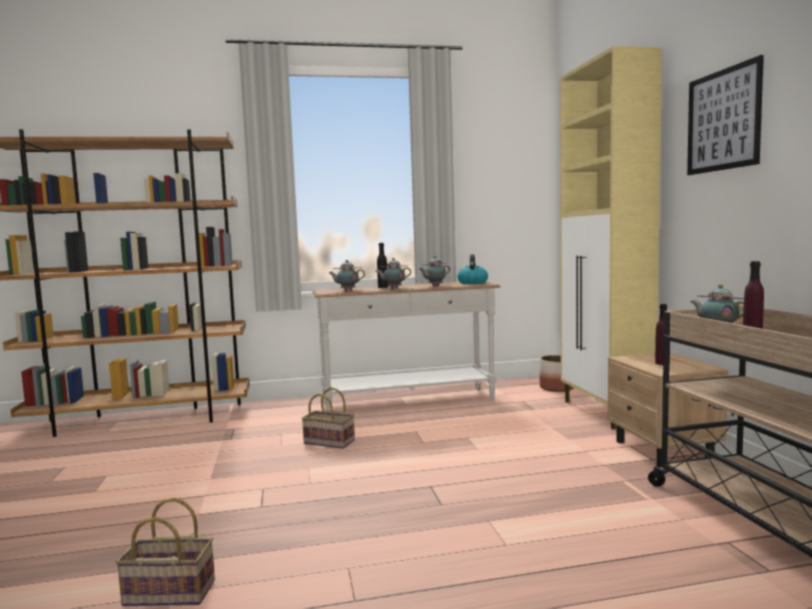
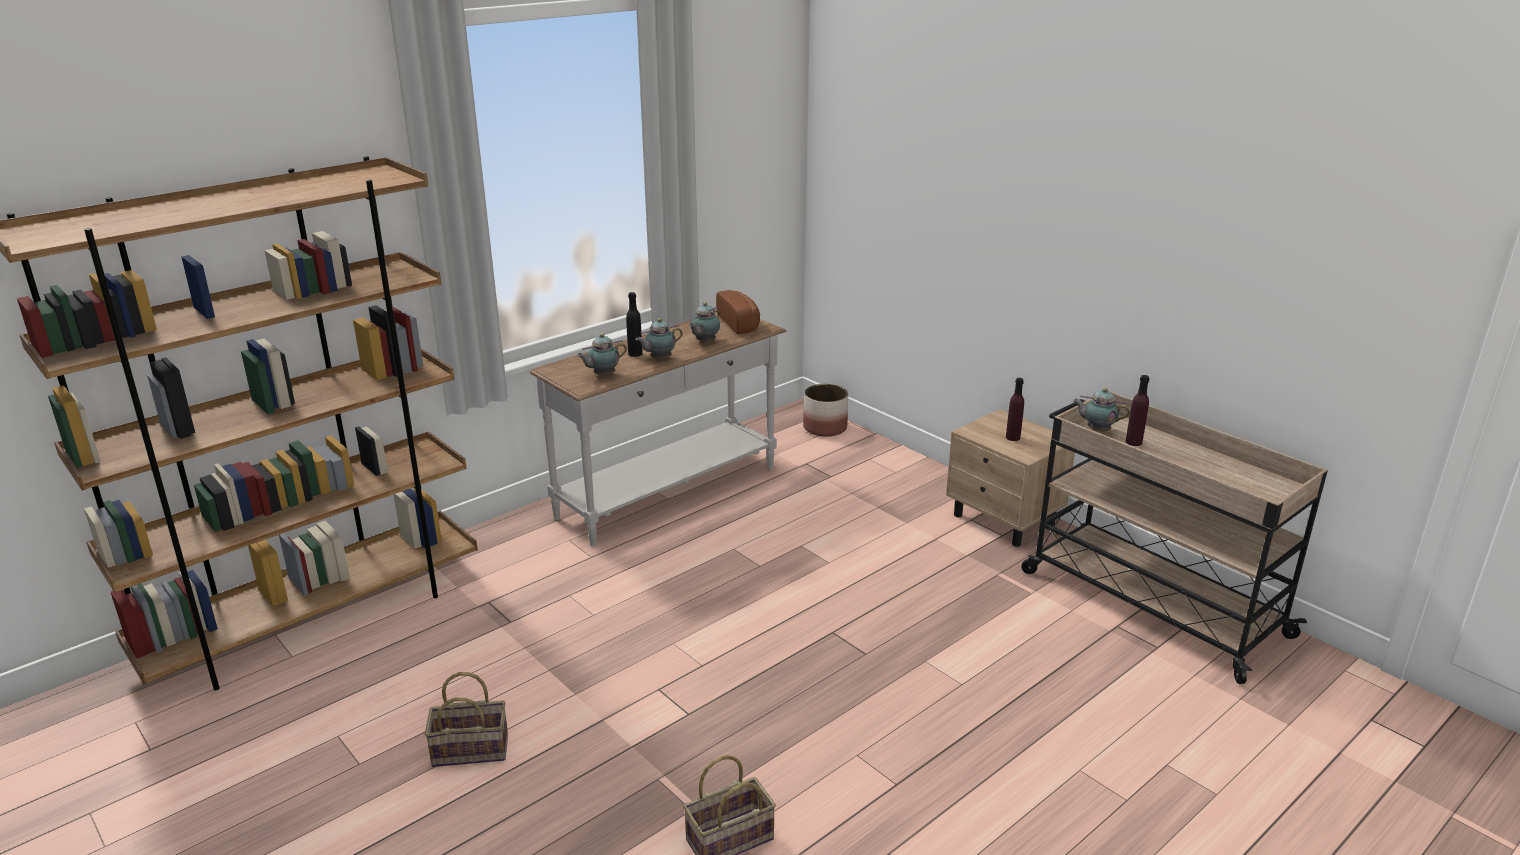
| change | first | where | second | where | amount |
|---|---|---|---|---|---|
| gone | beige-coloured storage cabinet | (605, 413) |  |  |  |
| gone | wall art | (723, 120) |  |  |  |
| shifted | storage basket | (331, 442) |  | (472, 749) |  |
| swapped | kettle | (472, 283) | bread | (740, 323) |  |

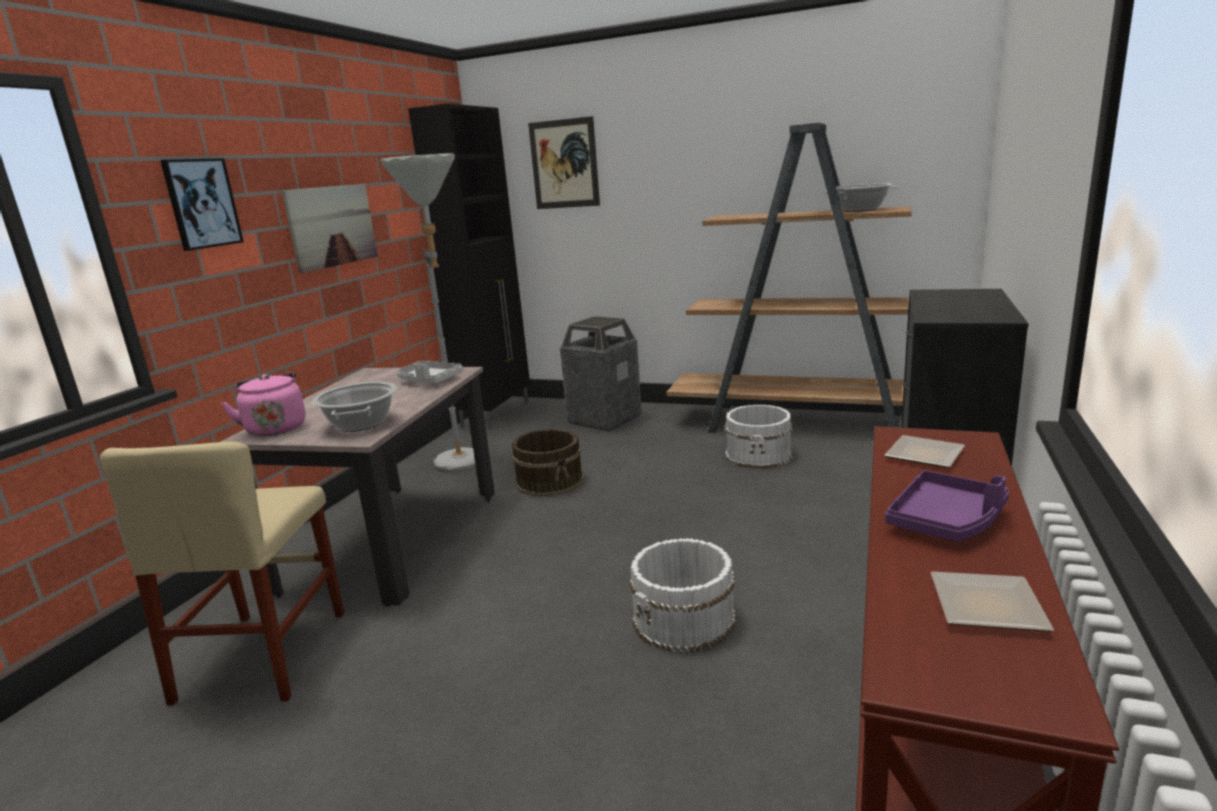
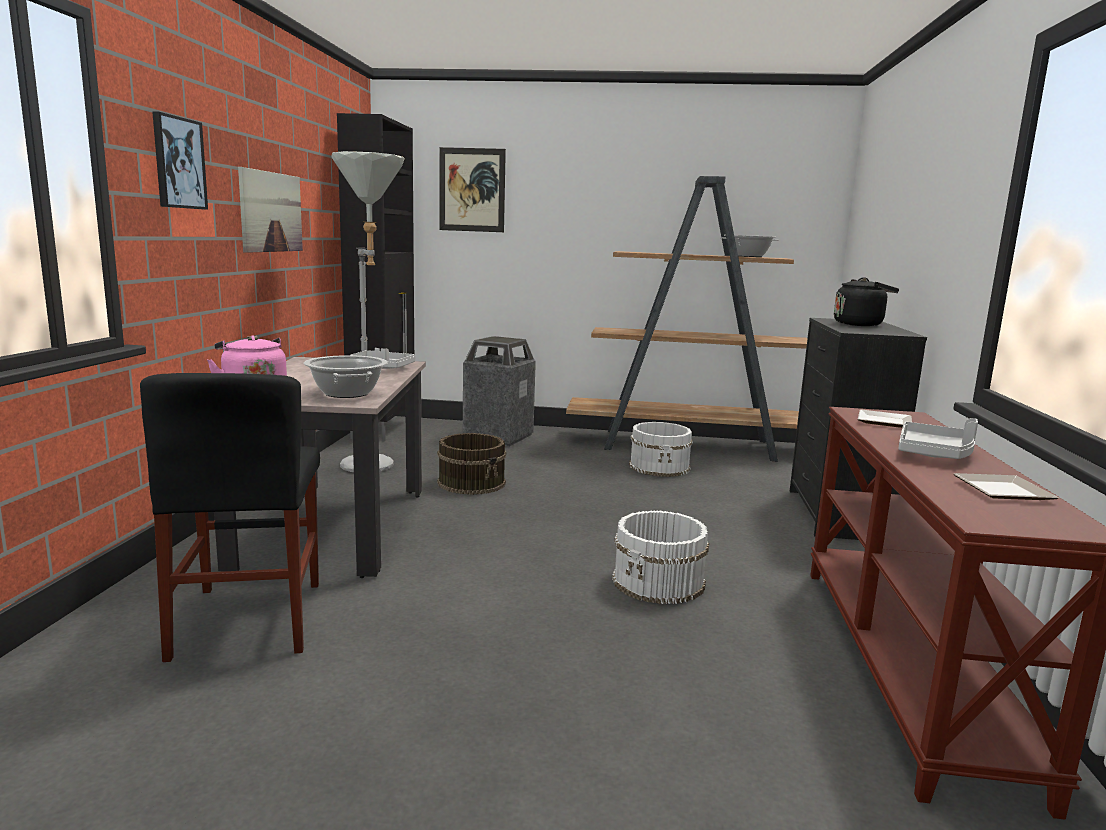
| change | first | where | second | where | amount |
|---|---|---|---|---|---|
| new |  |  | black kettle | (860, 324) |  |
| repainted | beige-coloured upright chair | (263, 655) | black upright chair | (249, 619) |  |
| repainted | purple-coloured carrying tray | (946, 521) | gray carrying tray | (934, 453) |  |

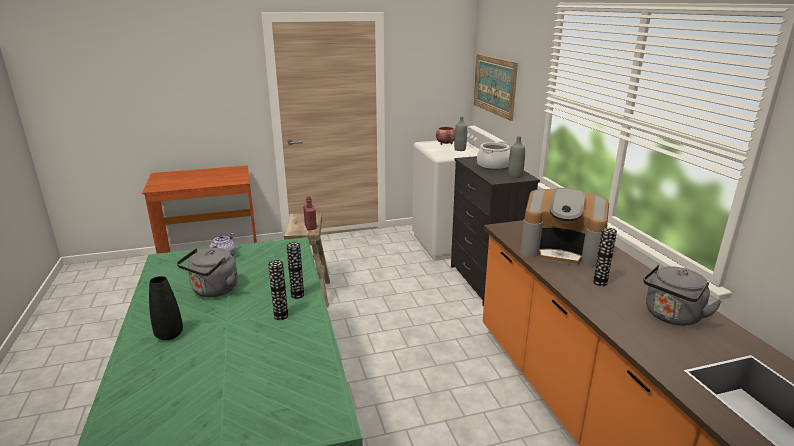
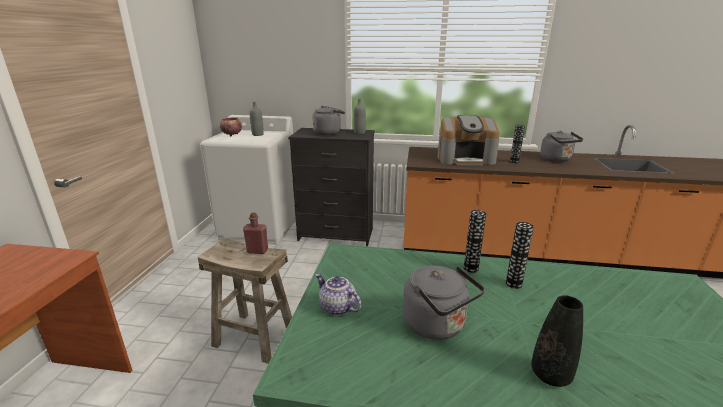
| change | first | where | second | where | amount |
|---|---|---|---|---|---|
| gone | wall art | (494, 85) |  |  |  |
| swapped | stockpot | (493, 166) | gray kettle | (328, 132) |  |
| rotated | coffee maker | (561, 250) |  | (465, 159) | 45 degrees clockwise |

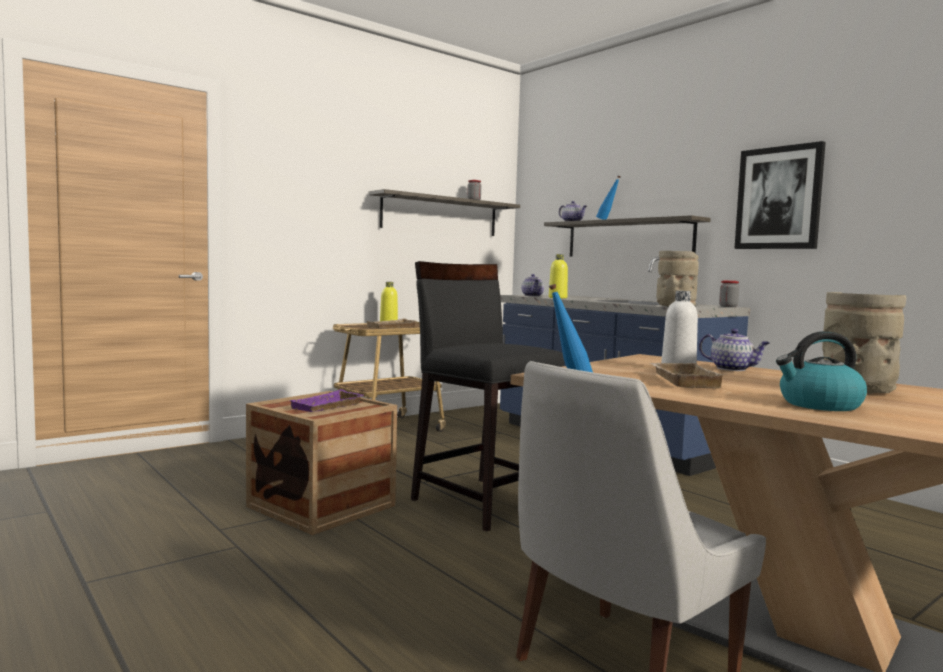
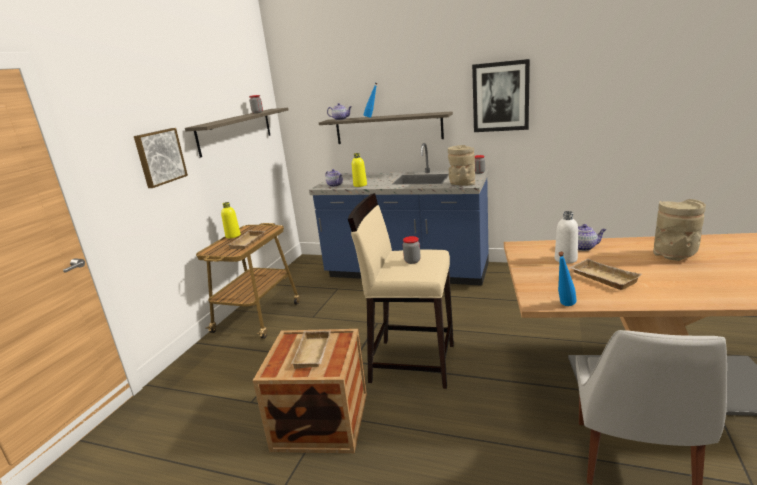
| change | first | where | second | where | amount |
|---|---|---|---|---|---|
| gone | kettle | (819, 405) |  |  |  |
| new |  |  | wall art | (160, 157) |  |
| new |  |  | jar | (412, 261) |  |
| repainted | purple-coloured carrying tray | (327, 407) | beige-coloured carrying tray | (314, 353) |  |
| repainted | black sitting stool | (483, 502) | beige-coloured sitting stool | (411, 362) |  |

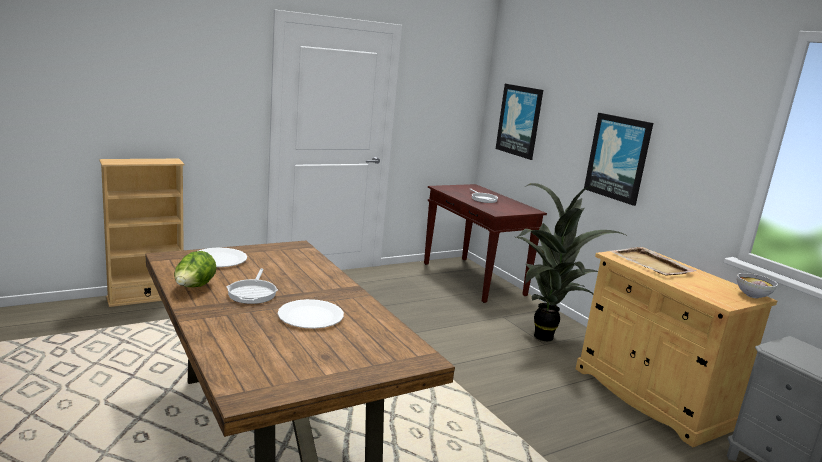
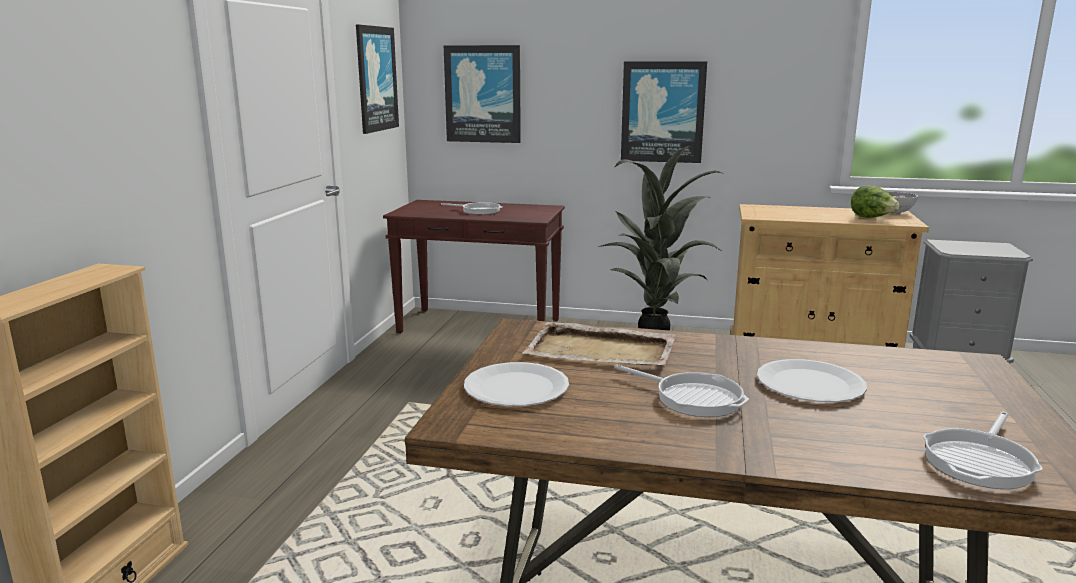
| change | first | where | second | where | amount |
|---|---|---|---|---|---|
| new |  |  | wall art | (376, 79) |  |
| new |  |  | frying pan | (980, 461) |  |
| shifted | lettuce | (194, 287) |  | (872, 218) |  |
| shifted | beige-coloured carrying tray | (651, 264) |  | (602, 350) |  |

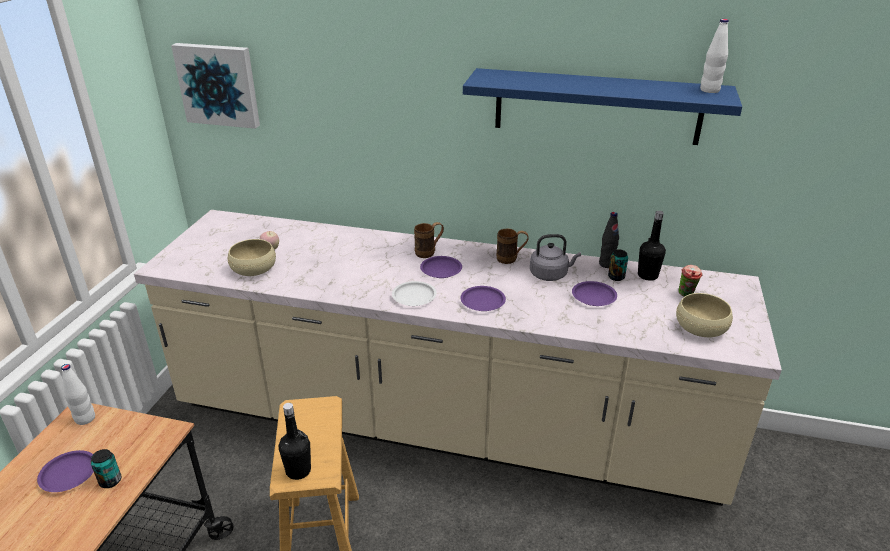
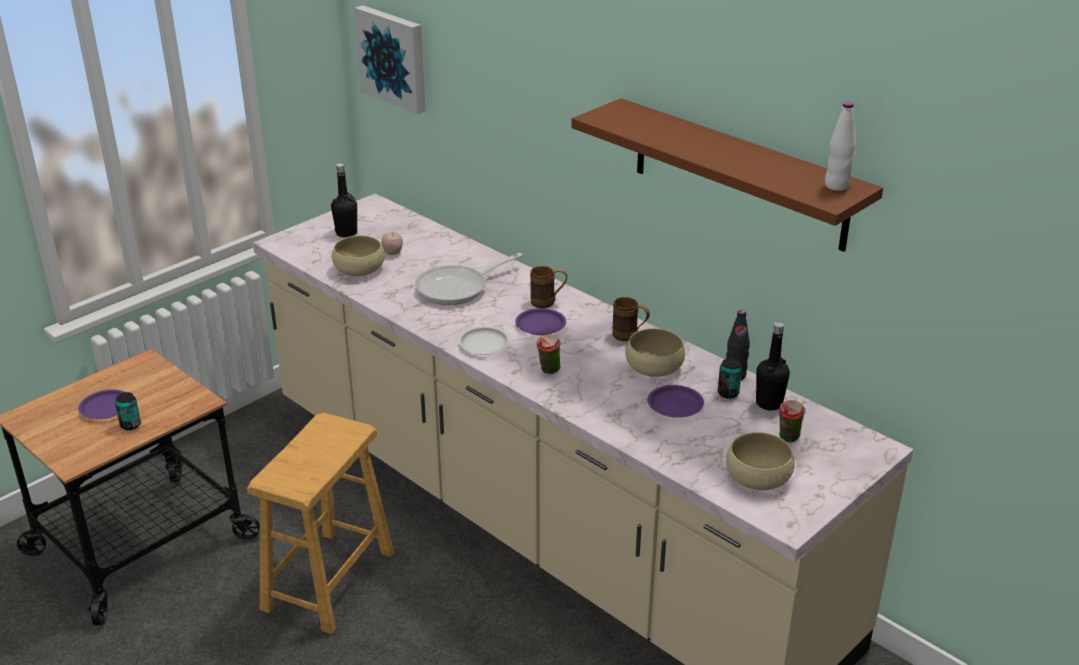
| change | first | where | second | where | amount |
|---|---|---|---|---|---|
| gone | white beverage bottle | (85, 419) |  |  |  |
| new |  |  | frying pan | (458, 288) |  |
| shifted | black beverage bottle | (298, 471) |  | (346, 233) |  |
| swapped | purple-coloured dinner plate | (483, 301) | drinking cup | (548, 371) |  |
| swapped | gray kettle | (550, 275) | beige-coloured bowl | (654, 367) |  |
| repainted | blue bracket shelf | (597, 106) | brownish bracket shelf | (738, 174) |  |

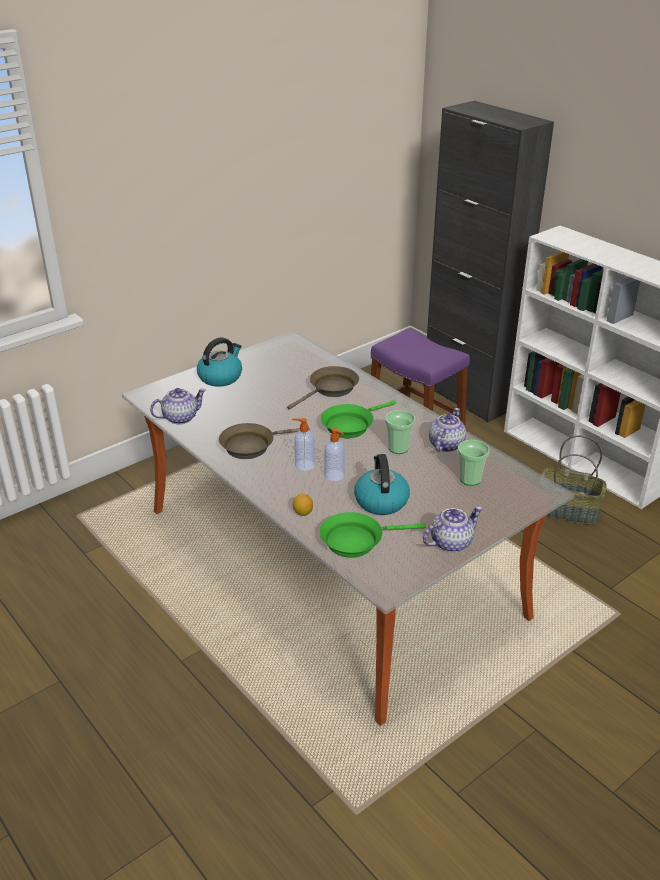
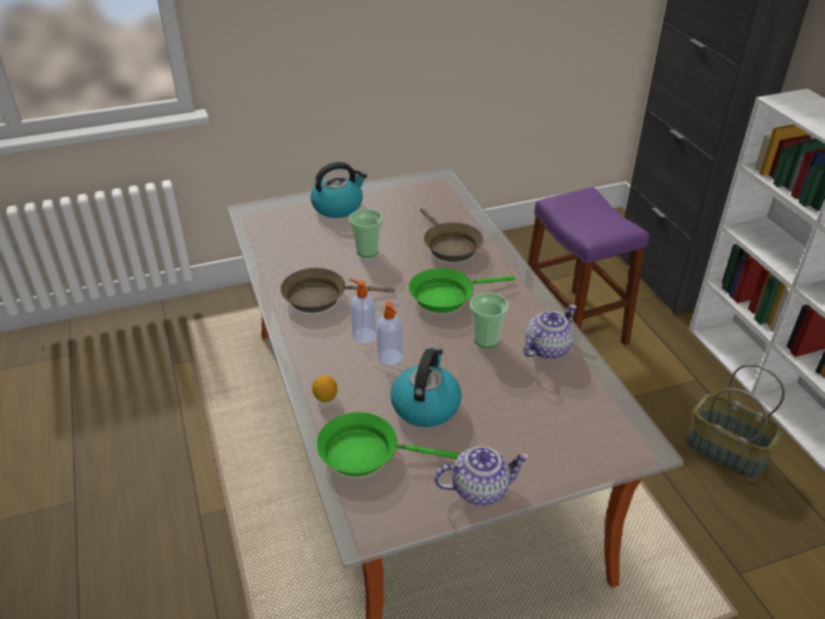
| change | first | where | second | where | amount |
|---|---|---|---|---|---|
| gone | teapot | (180, 417) |  |  |  |
| shifted | drinking cup | (470, 479) |  | (367, 251) |  |
| rotated | brownish frying pan | (331, 389) |  | (449, 246) | 90 degrees clockwise |

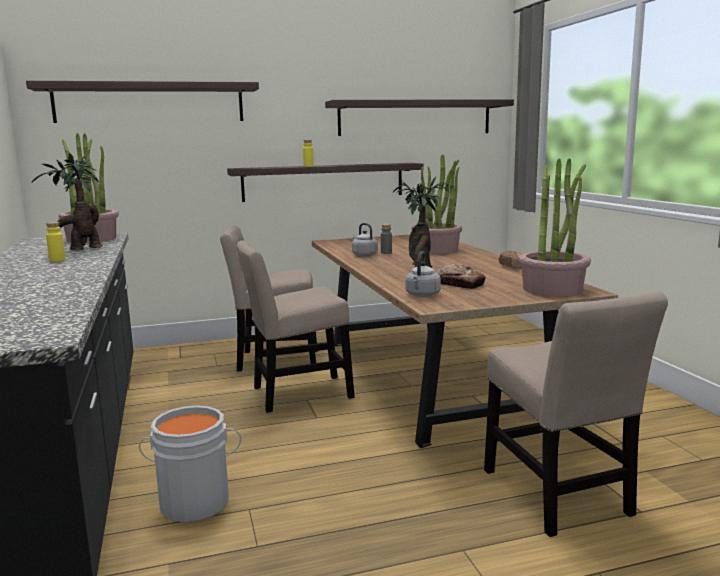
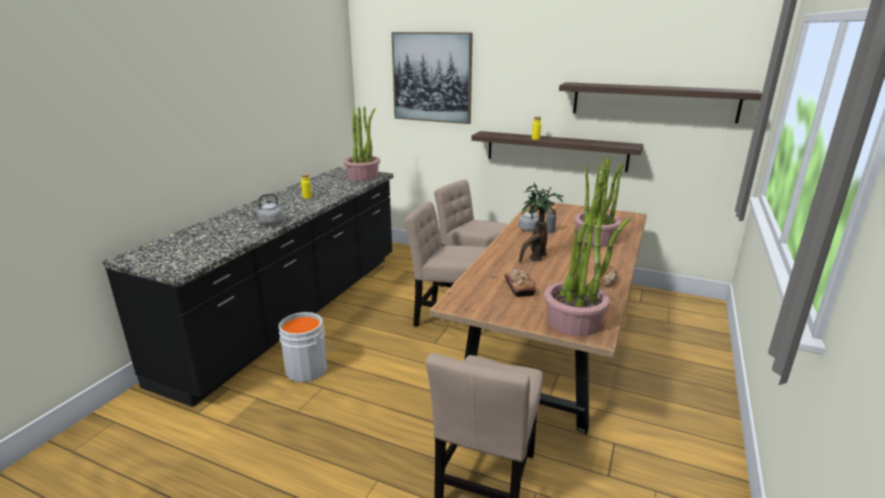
| change | first | where | second | where | amount |
|---|---|---|---|---|---|
| gone | plant in a pot | (81, 249) |  |  |  |
| shifted | gray kettle | (422, 295) |  | (269, 222) |  |
| swapped | bracket shelf | (150, 103) | wall art | (432, 77) |  |

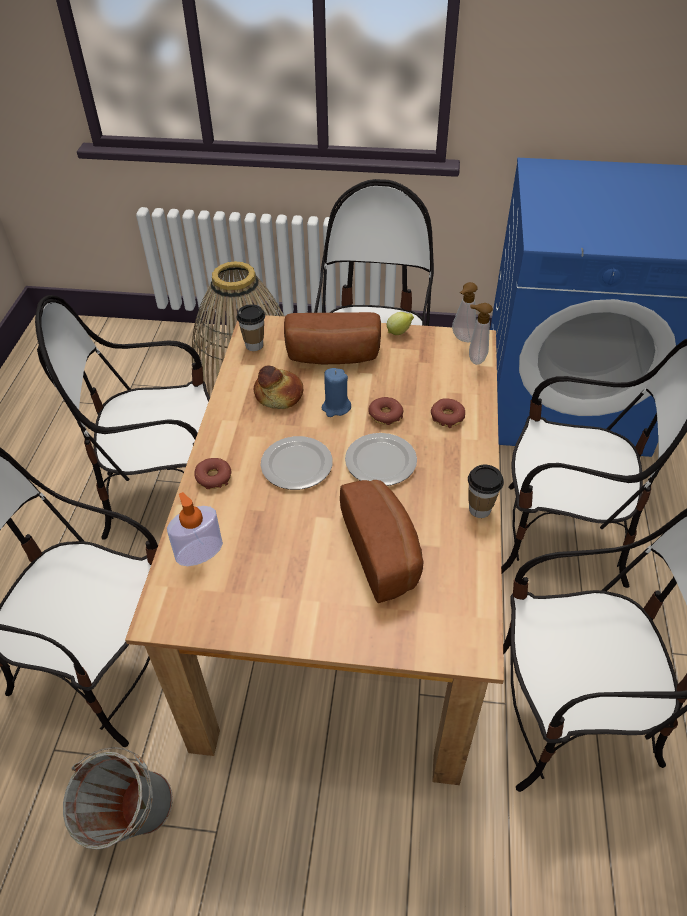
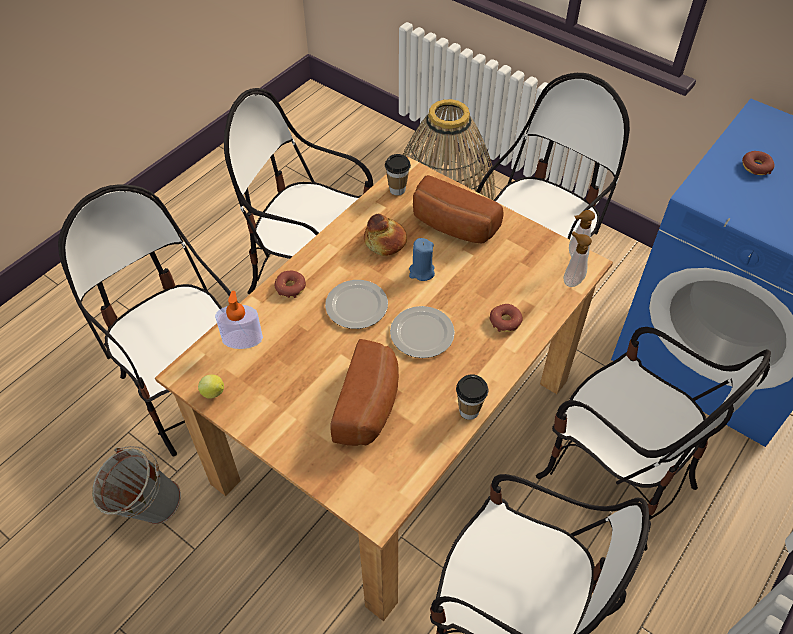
| change | first | where | second | where | amount |
|---|---|---|---|---|---|
| shifted | doughnut | (385, 415) |  | (756, 167) |  |
| shifted | lemon | (399, 332) |  | (214, 394) |  |

